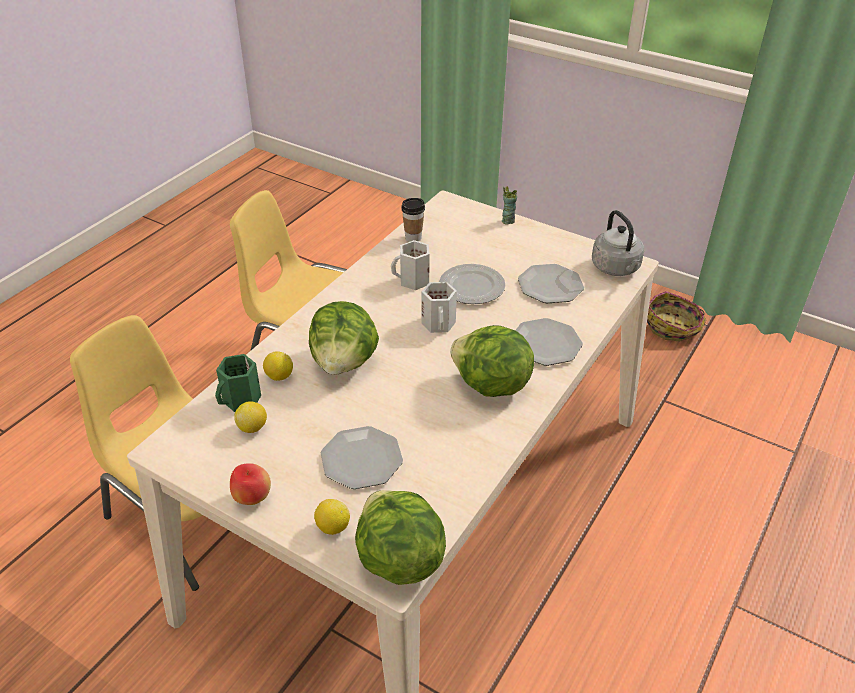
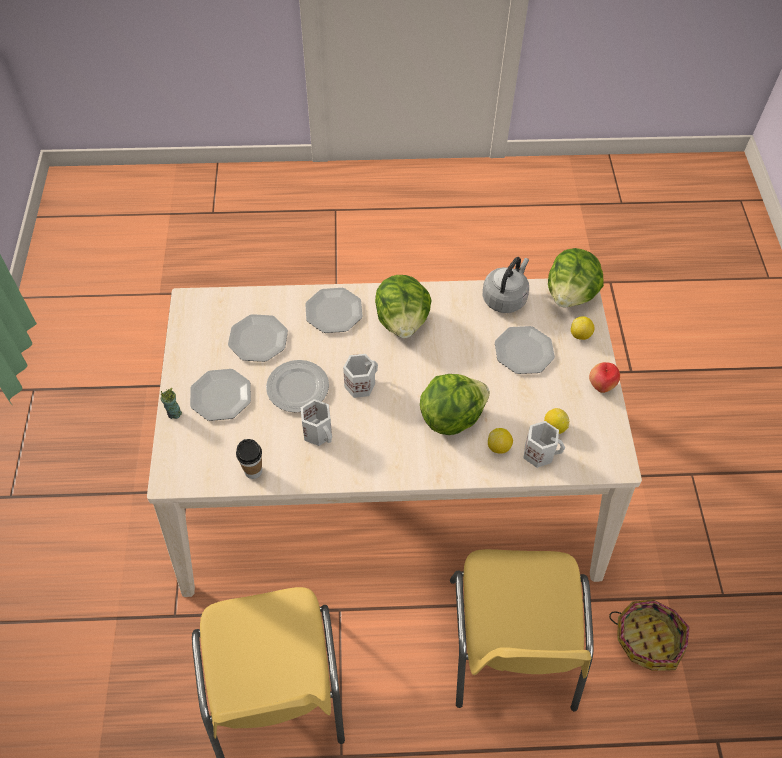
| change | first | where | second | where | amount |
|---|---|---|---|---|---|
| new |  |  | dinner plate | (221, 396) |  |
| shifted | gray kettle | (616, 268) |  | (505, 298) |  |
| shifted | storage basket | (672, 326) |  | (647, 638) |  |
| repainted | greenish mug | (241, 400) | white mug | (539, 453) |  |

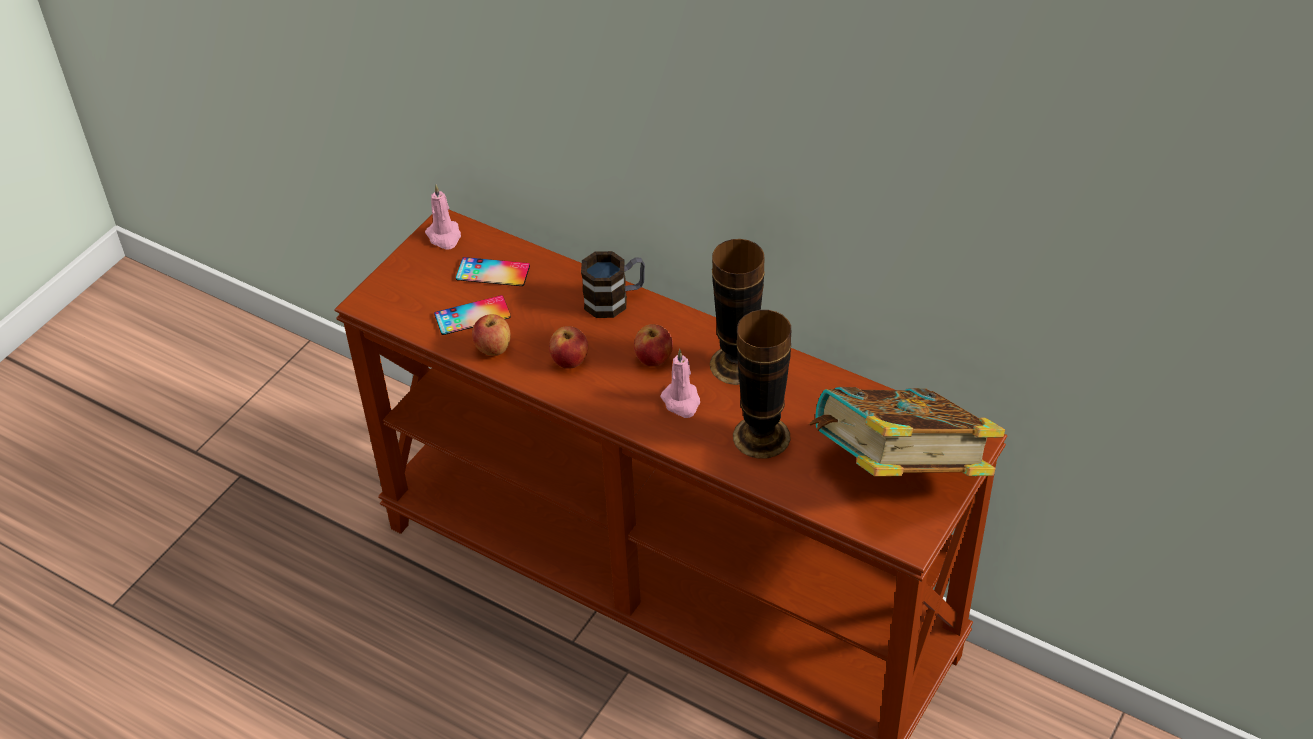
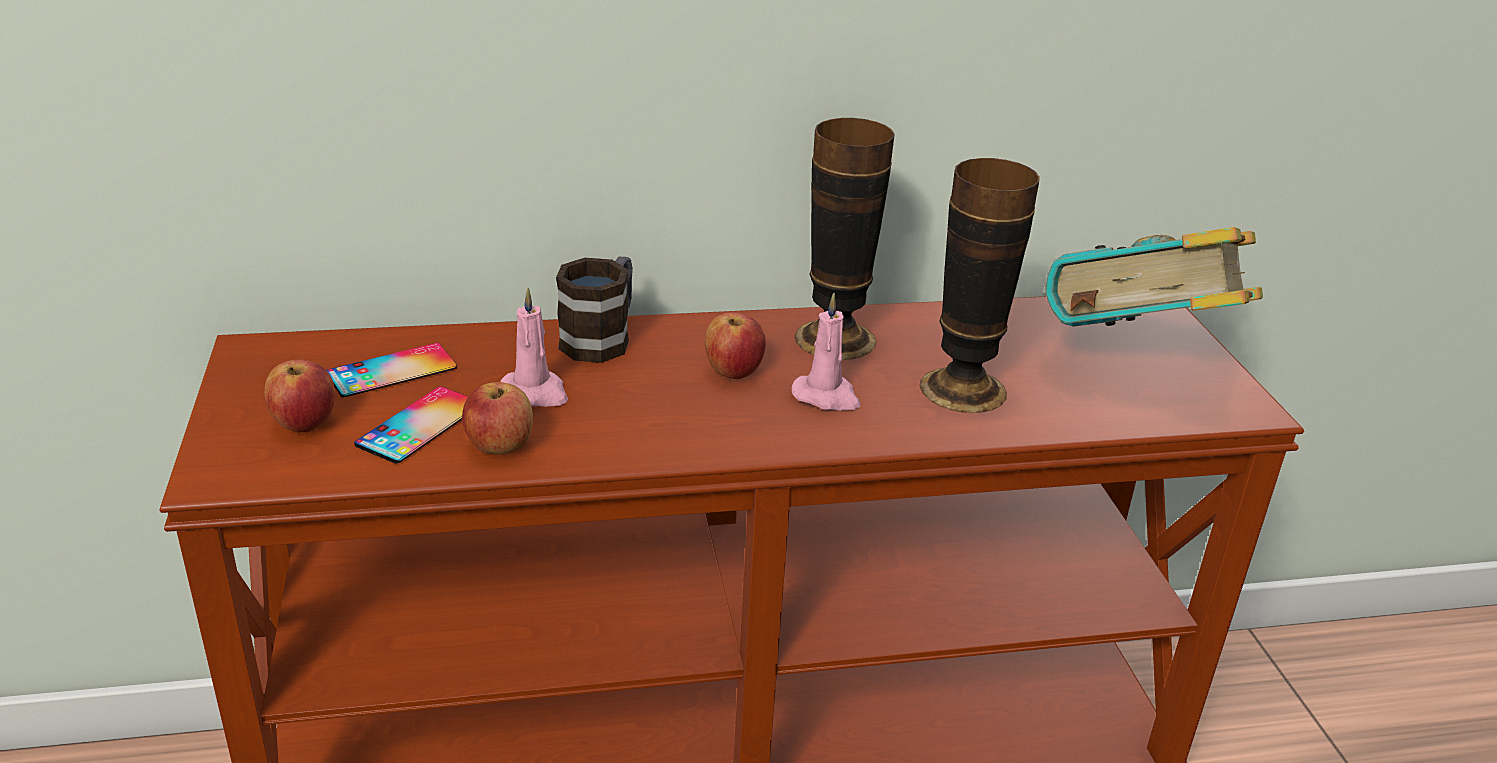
| change | first | where | second | where | amount |
|---|---|---|---|---|---|
| shifted | pink wax light | (444, 236) |  | (535, 393) |  |
| shifted | apple | (570, 361) |  | (305, 424) |  |

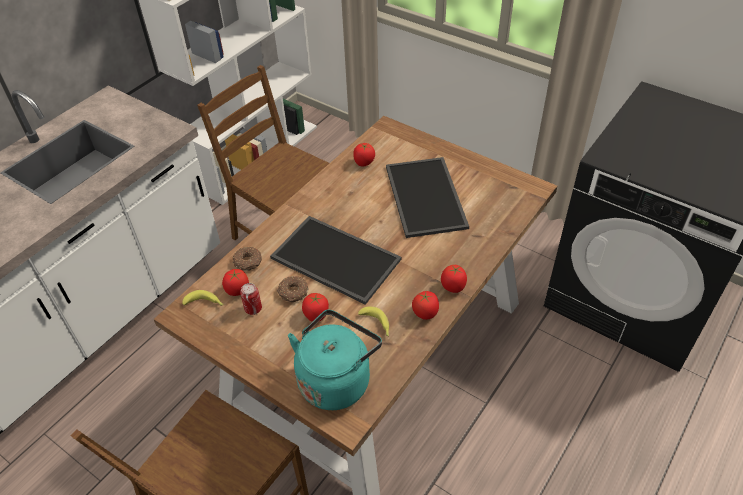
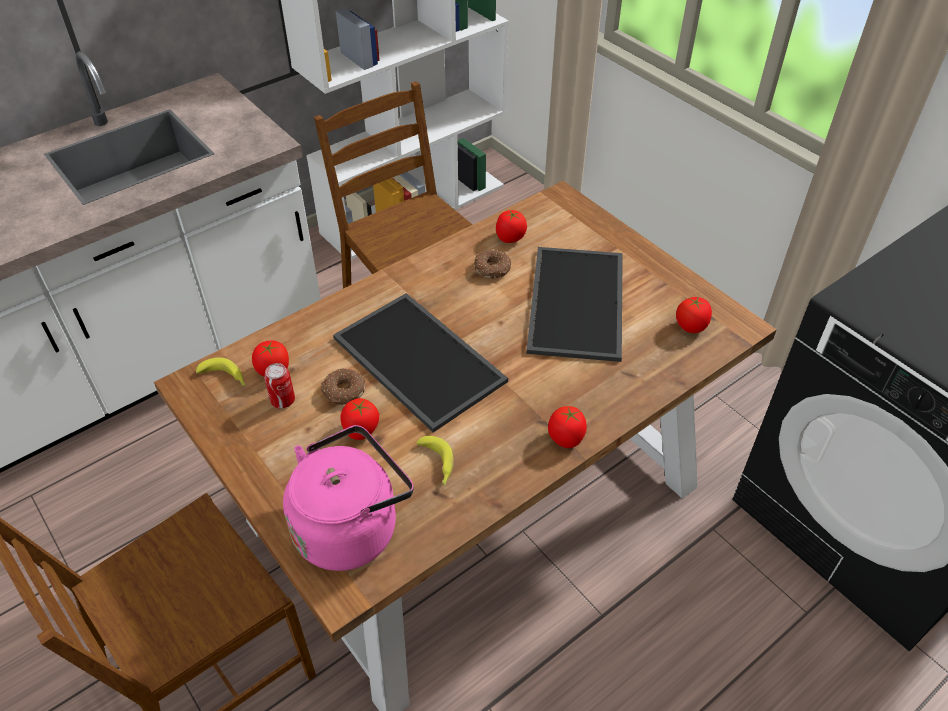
| change | first | where | second | where | amount |
|---|---|---|---|---|---|
| shifted | doughnut | (248, 262) |  | (492, 269) |  |
| shifted | tomato | (425, 313) |  | (691, 326) |  |
| repainted | turquoise-coloured kettle | (336, 379) | pink kettle | (351, 526) |  |

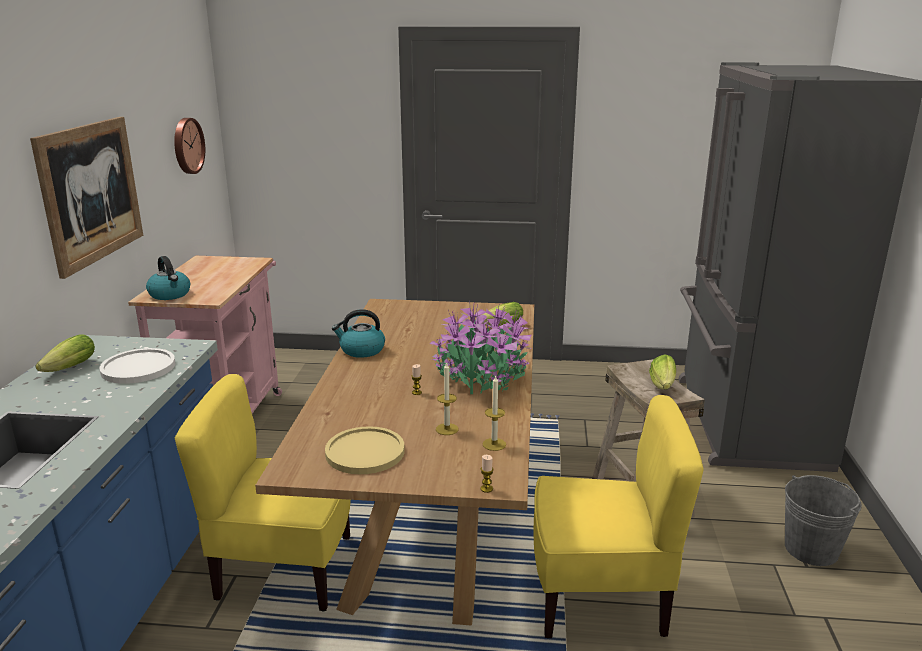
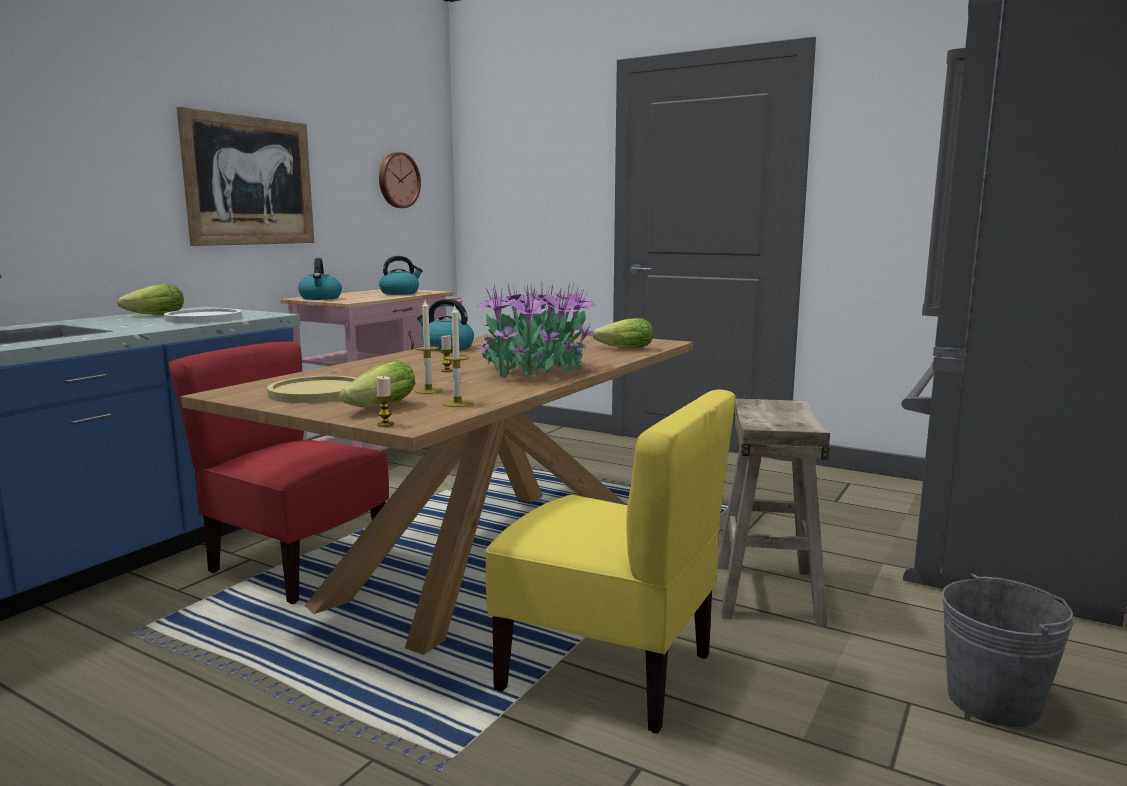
| change | first | where | second | where | amount |
|---|---|---|---|---|---|
| new |  |  | kettle | (400, 293) |  |
| shifted | lettuce | (662, 386) |  | (377, 408) |  |
| repainted | yellowish upright chair | (284, 569) | reddish upright chair | (297, 565) |  |

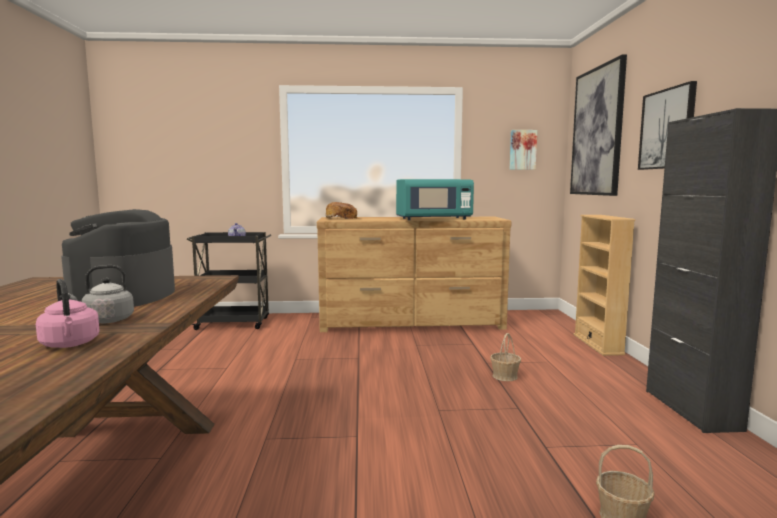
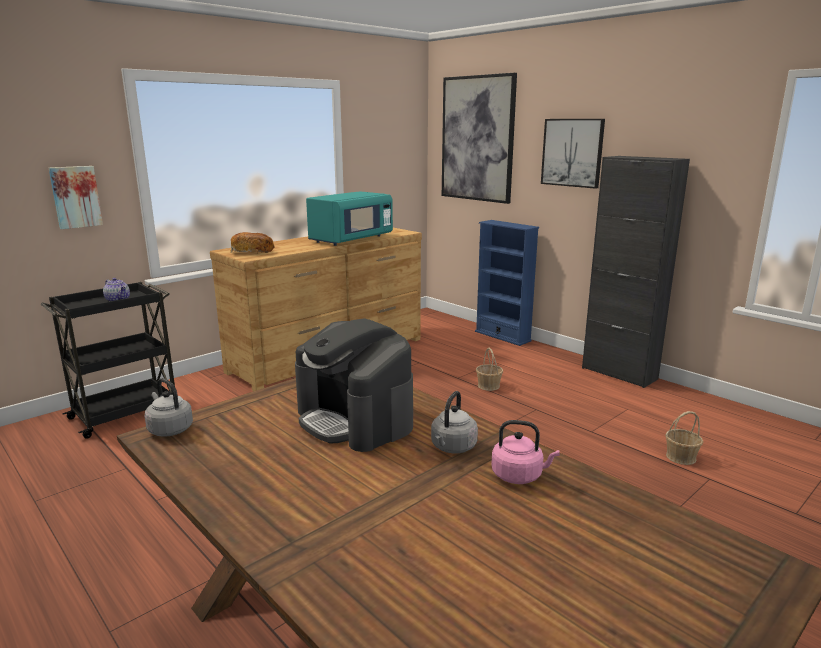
| change | first | where | second | where | amount |
|---|---|---|---|---|---|
| new |  |  | gray kettle | (169, 429) |  |
| shifted | wall art | (522, 150) |  | (75, 197) |  |
| repainted | beige-coloured shelving unit | (597, 344) | blue shelving unit | (502, 336) |  |

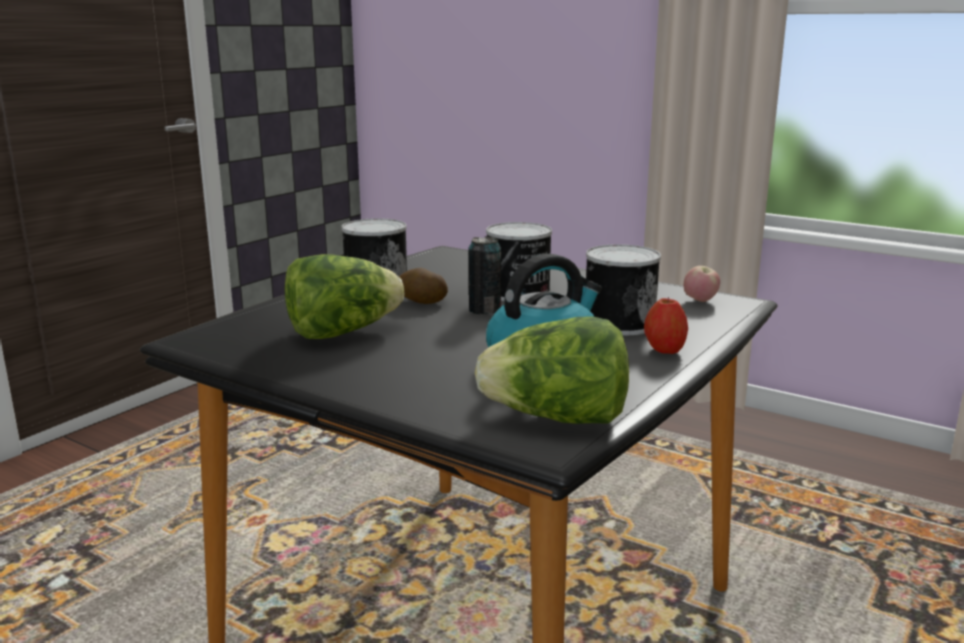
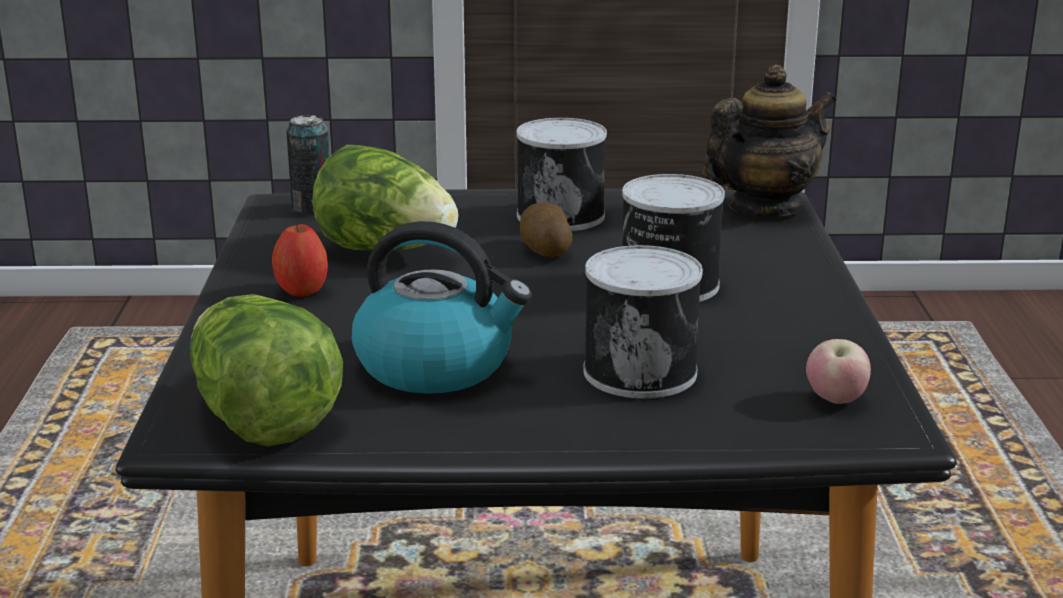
| change | first | where | second | where | amount |
|---|---|---|---|---|---|
| new |  |  | teapot | (764, 208) |  |
| shifted | metal can | (484, 310) |  | (312, 208) |  |
| shifted | apple | (664, 350) |  | (302, 290) |  |

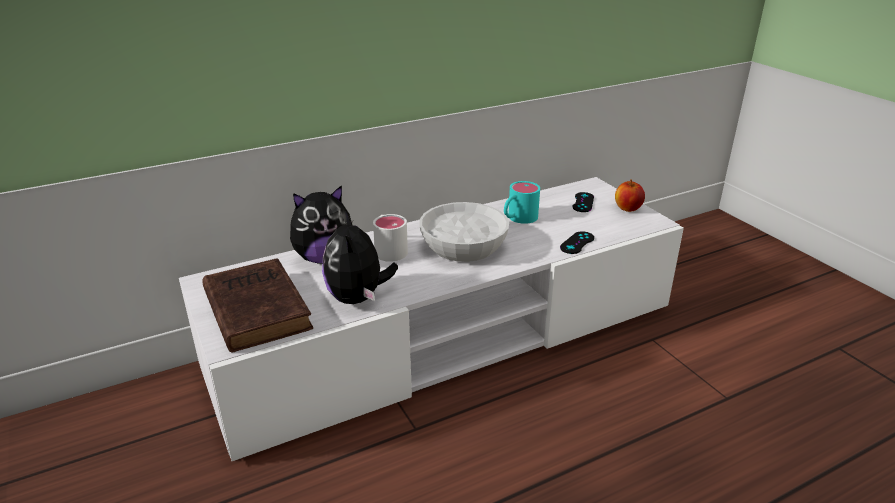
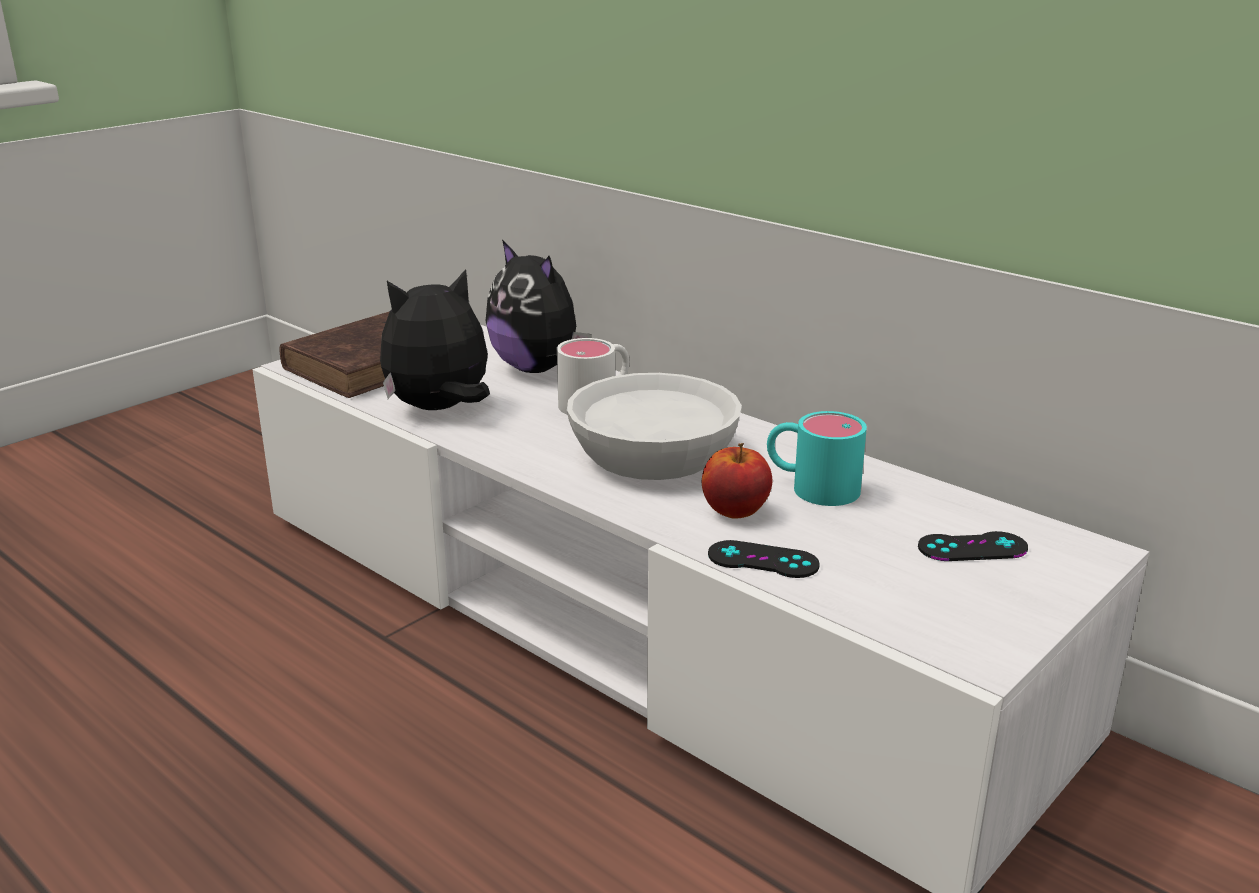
| change | first | where | second | where | amount |
|---|---|---|---|---|---|
| shifted | apple | (627, 209) |  | (734, 511) |  |

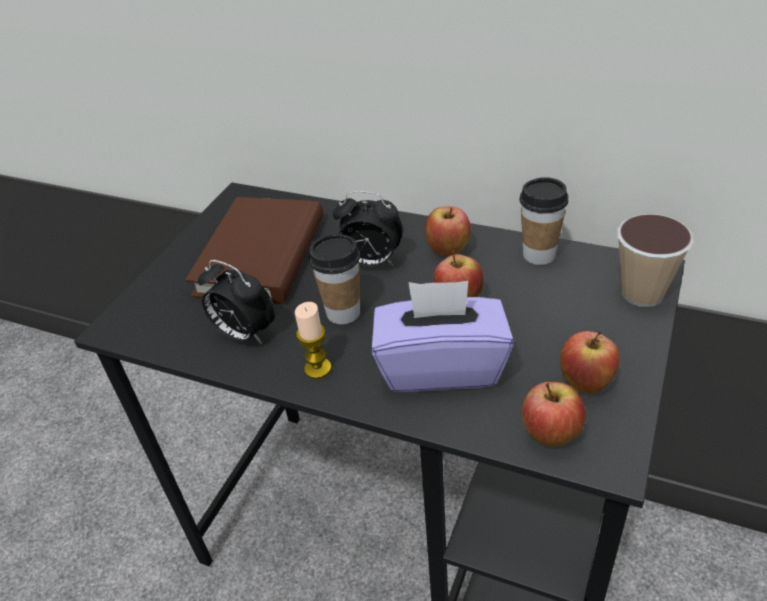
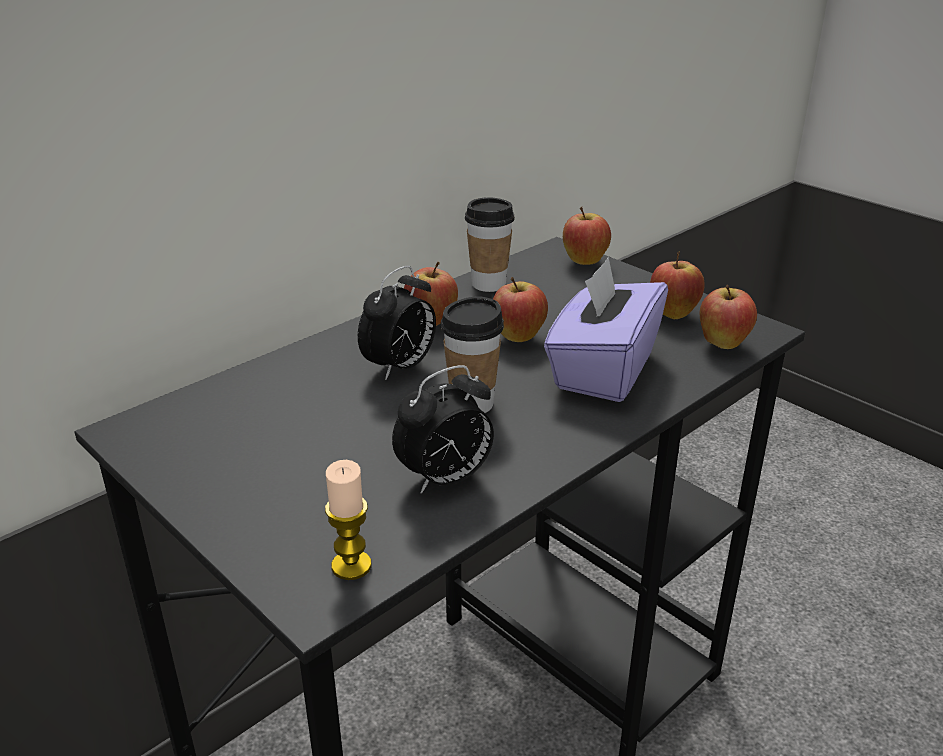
| change | first | where | second | where | amount |
|---|---|---|---|---|---|
| gone | brownish volume | (261, 256) |  |  |  |
| shifted | wax light | (318, 368) |  | (351, 566) |  |
| swapped | drinking cup | (642, 293) | apple | (584, 262) |  |

